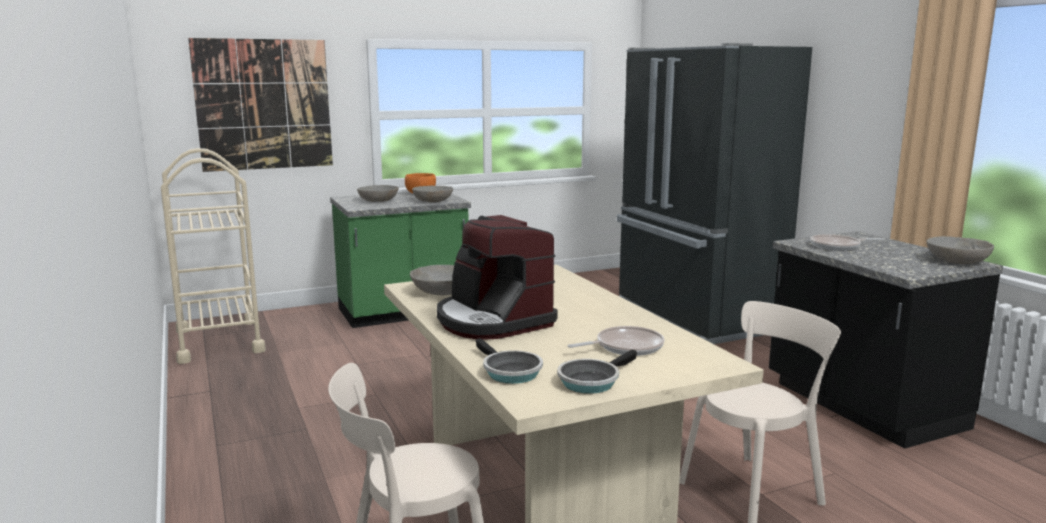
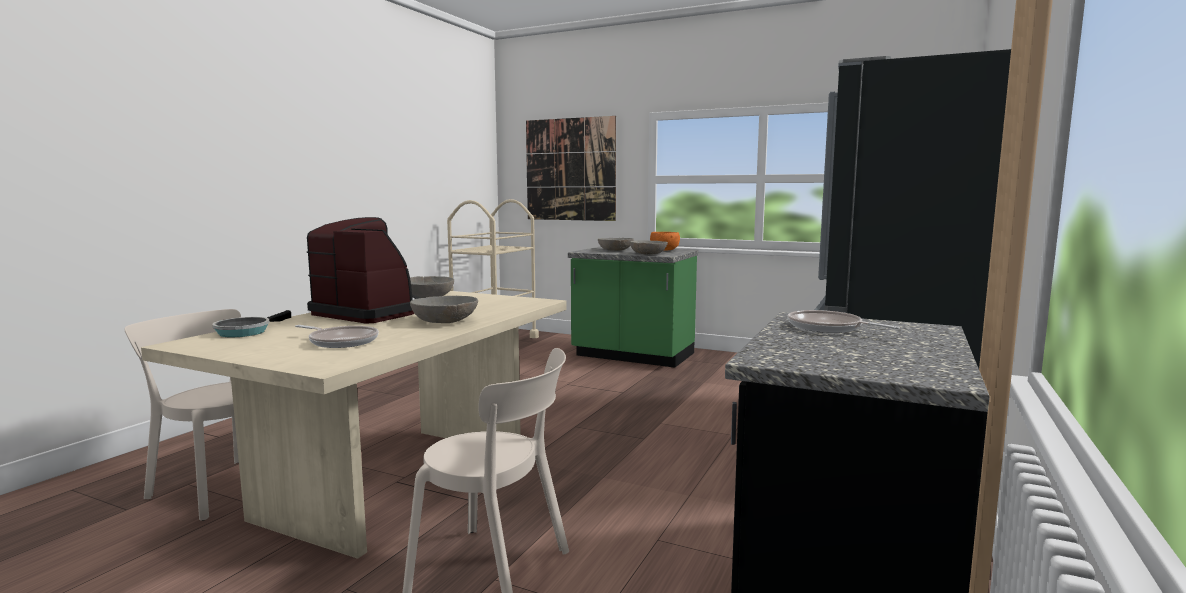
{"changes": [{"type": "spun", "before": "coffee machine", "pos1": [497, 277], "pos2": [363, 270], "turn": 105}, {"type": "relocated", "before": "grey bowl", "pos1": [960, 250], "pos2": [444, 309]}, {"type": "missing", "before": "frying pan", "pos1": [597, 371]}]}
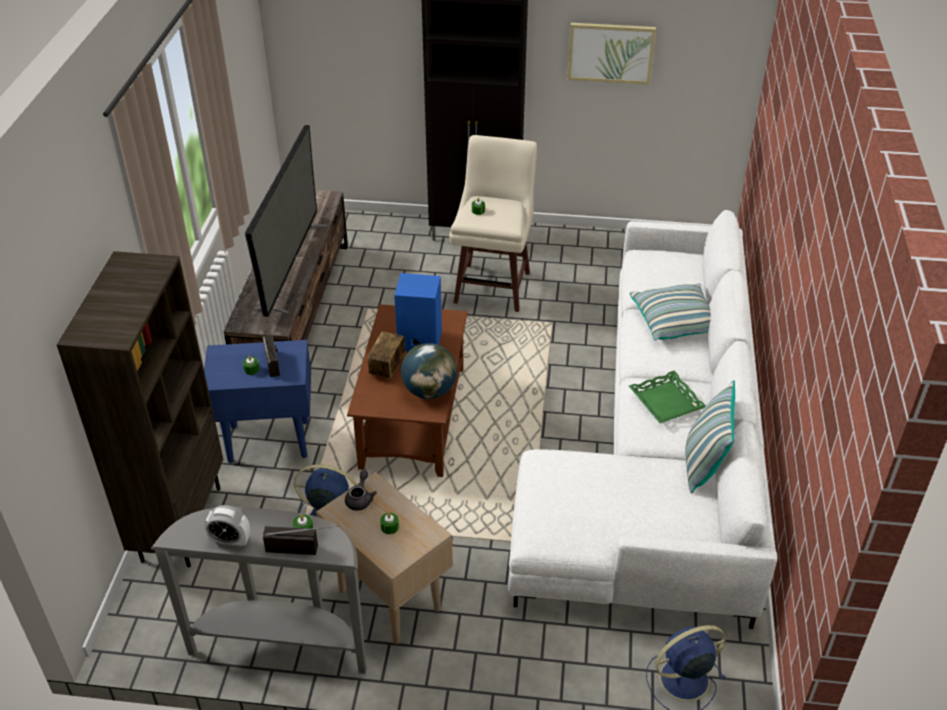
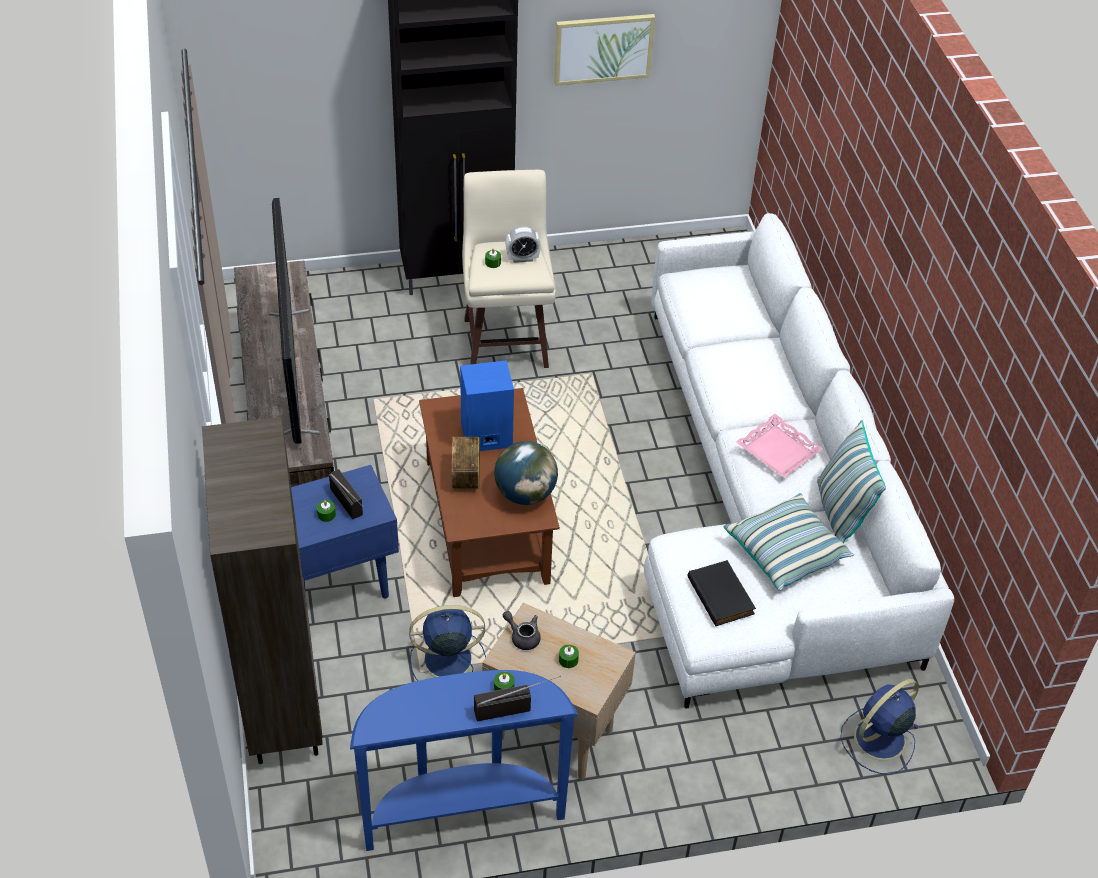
{"changes": [{"type": "relocated", "before": "pillow", "pos1": [670, 312], "pos2": [789, 542]}, {"type": "colour", "before": "green tray", "after": "pink tray", "pos1": [667, 397], "pos2": [780, 446]}, {"type": "spun", "before": "grey teapot", "pos1": [361, 490], "pos2": [522, 630], "turn": -45}, {"type": "relocated", "before": "alarm clock", "pos1": [227, 526], "pos2": [523, 244]}, {"type": "colour", "before": "grey console table", "after": "blue console table", "pos1": [259, 590], "pos2": [464, 760]}, {"type": "appeared", "after": "black book", "pos2": [721, 593]}]}
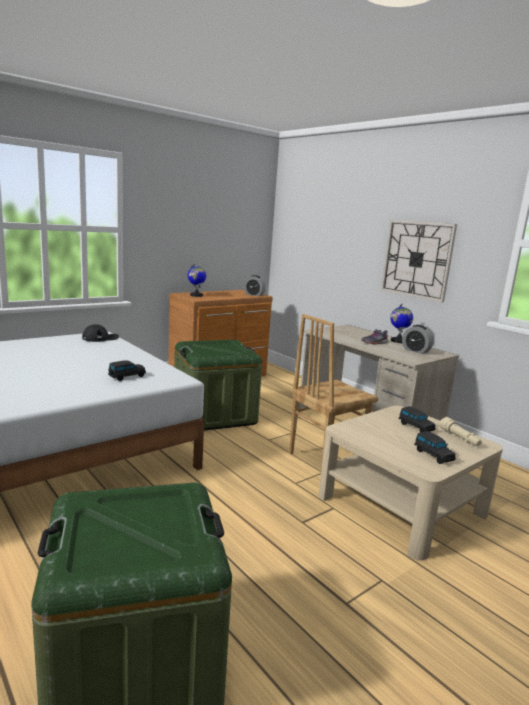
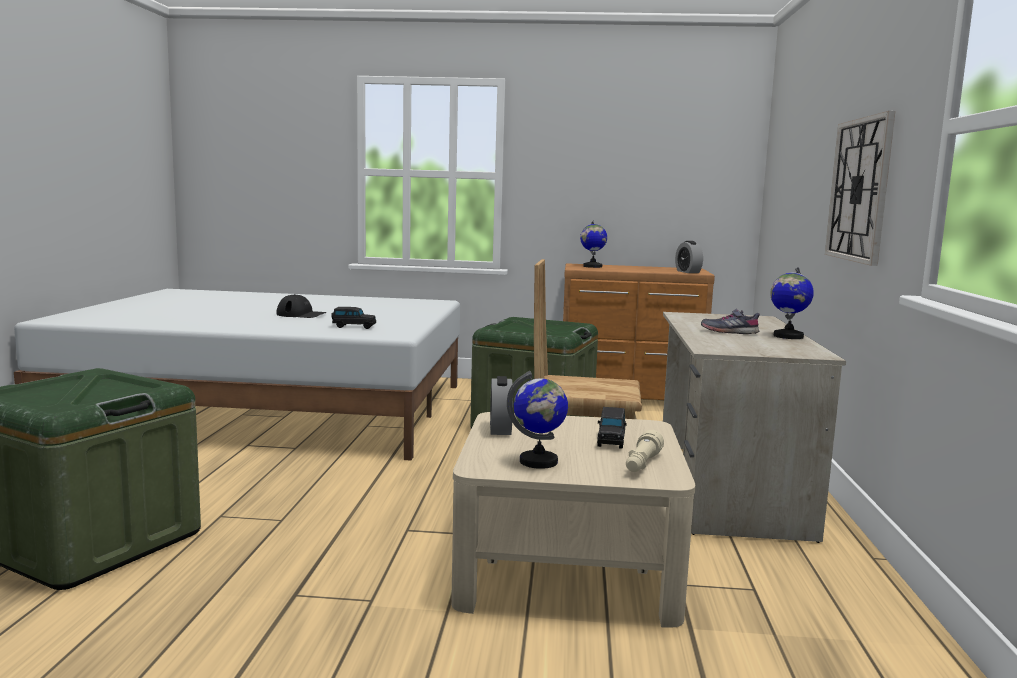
{"changes": [{"type": "relocated", "before": "black cap", "pos1": [100, 333], "pos2": [302, 306]}, {"type": "relocated", "before": "alarm clock", "pos1": [417, 339], "pos2": [501, 405]}, {"type": "exchanged", "before": "black toy car", "after": "globe", "pos1": [435, 447], "pos2": [537, 420]}]}
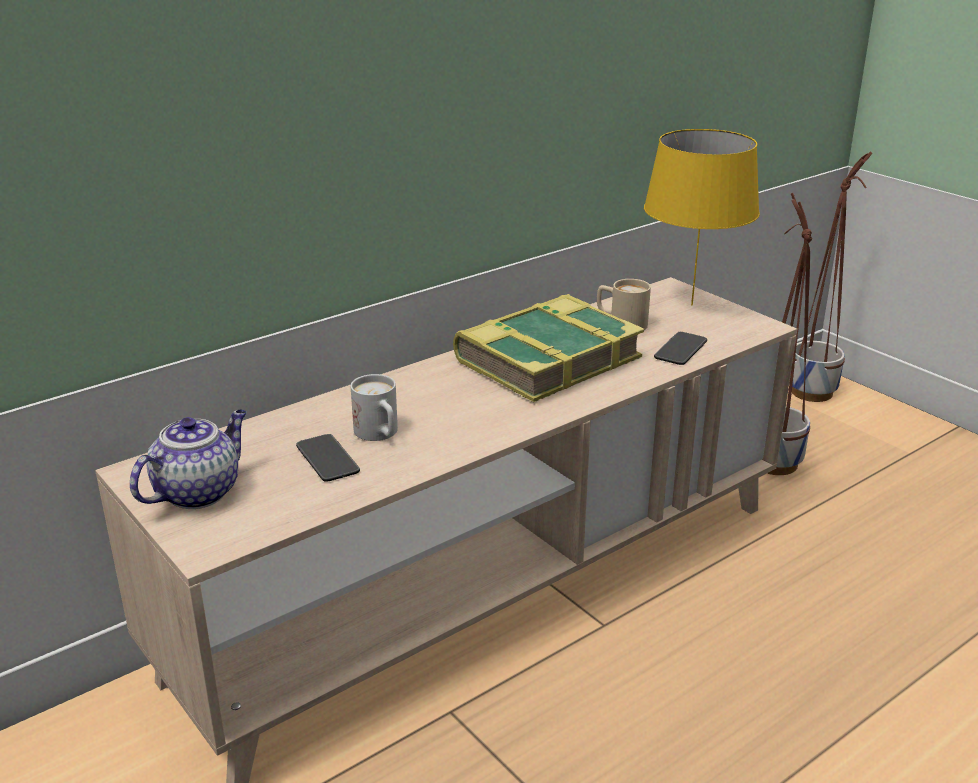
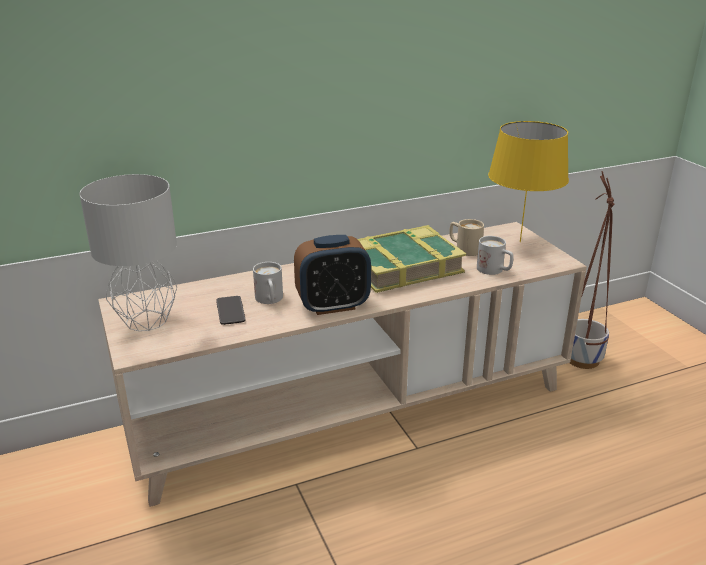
{"changes": [{"type": "missing", "before": "planter", "pos1": [830, 276]}, {"type": "exchanged", "before": "phone", "after": "white mug", "pos1": [680, 348], "pos2": [495, 255]}, {"type": "exchanged", "before": "teapot", "after": "grey table lamp", "pos1": [188, 459], "pos2": [128, 252]}, {"type": "appeared", "after": "alarm clock", "pos2": [332, 275]}]}
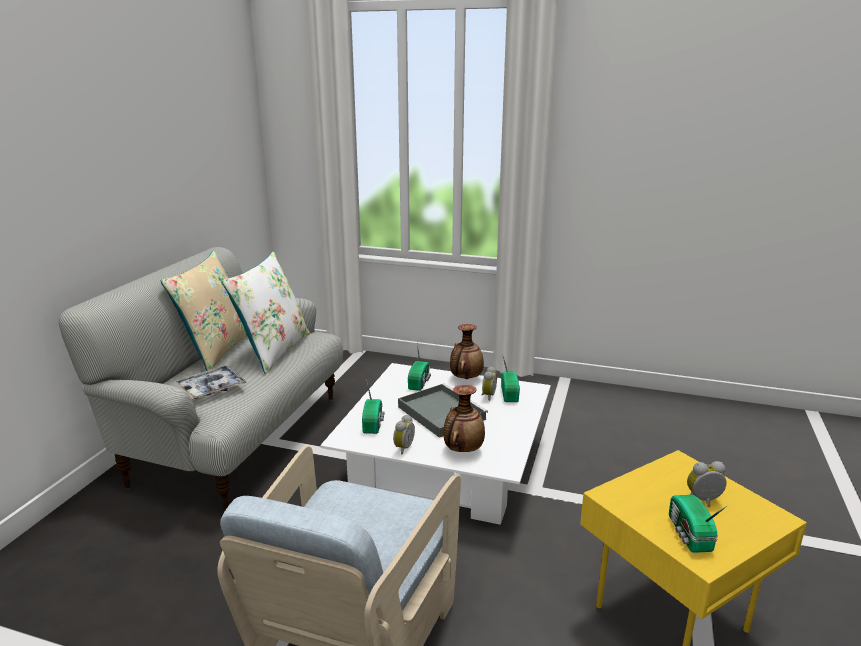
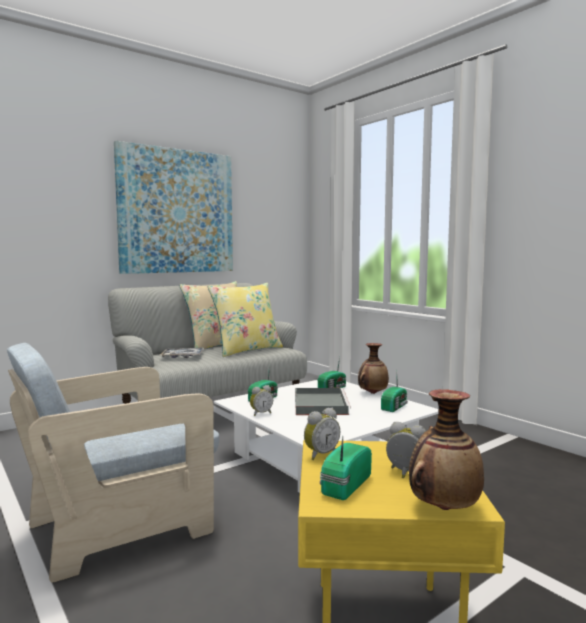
{"changes": [{"type": "colour", "before": "white pillow", "after": "yellow pillow", "pos1": [266, 313], "pos2": [245, 320]}, {"type": "relocated", "before": "alarm clock", "pos1": [489, 383], "pos2": [322, 434]}, {"type": "relocated", "before": "vase", "pos1": [464, 418], "pos2": [446, 449]}, {"type": "appeared", "after": "picture", "pos2": [173, 207]}]}
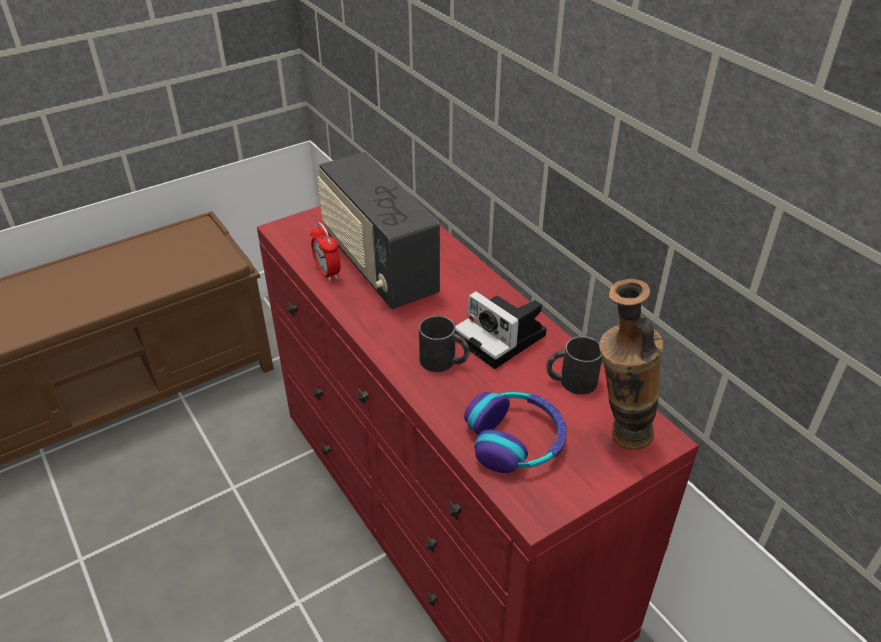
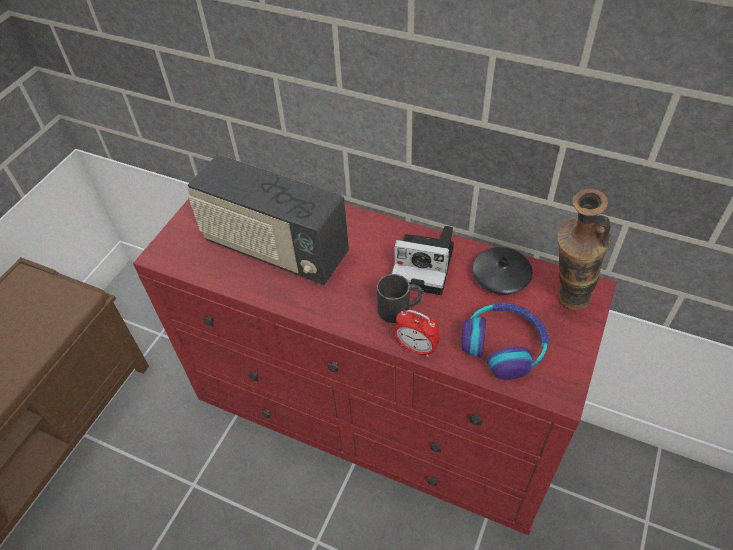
{"changes": [{"type": "relocated", "before": "alarm clock", "pos1": [325, 251], "pos2": [417, 333]}, {"type": "exchanged", "before": "black mug", "after": "black vase", "pos1": [574, 365], "pos2": [502, 271]}]}
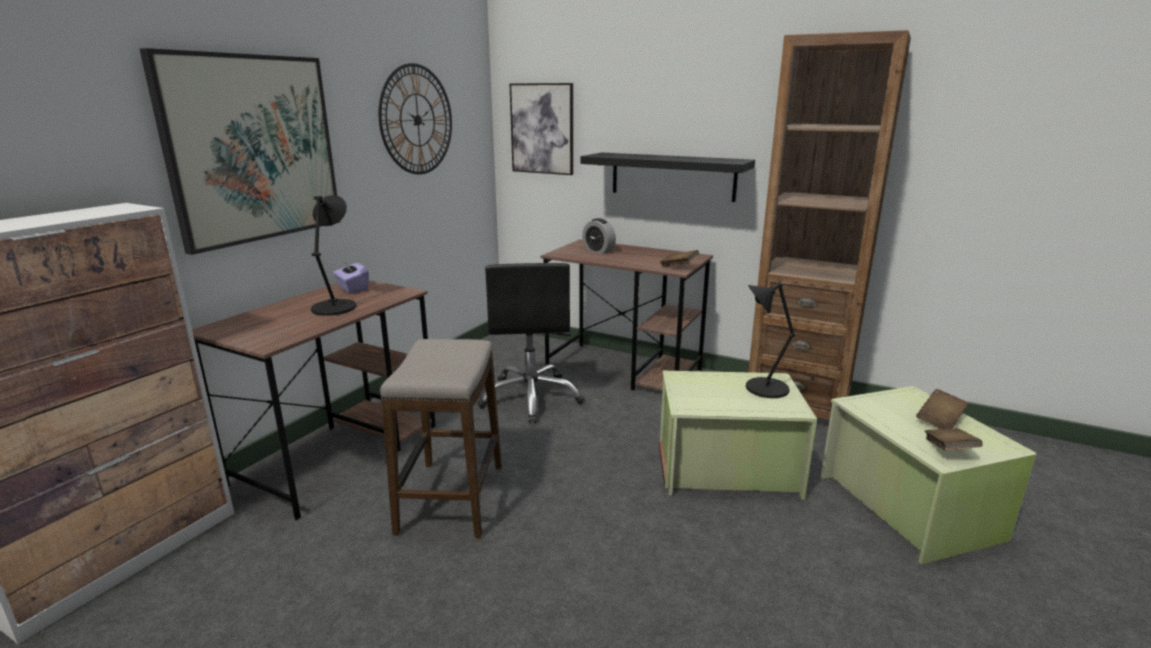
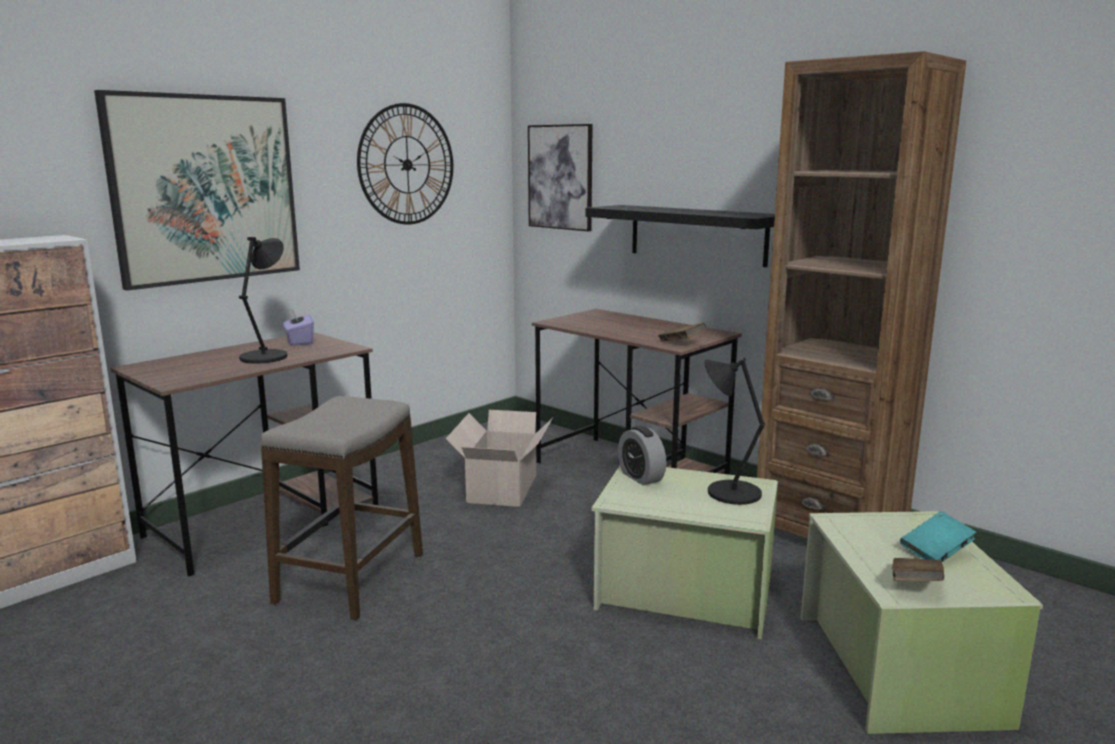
{"changes": [{"type": "relocated", "before": "alarm clock", "pos1": [599, 236], "pos2": [642, 455]}, {"type": "exchanged", "before": "black office chair", "after": "cardboard box", "pos1": [531, 343], "pos2": [499, 458]}, {"type": "colour", "before": "brown book", "after": "turquoise book", "pos1": [942, 409], "pos2": [938, 536]}]}
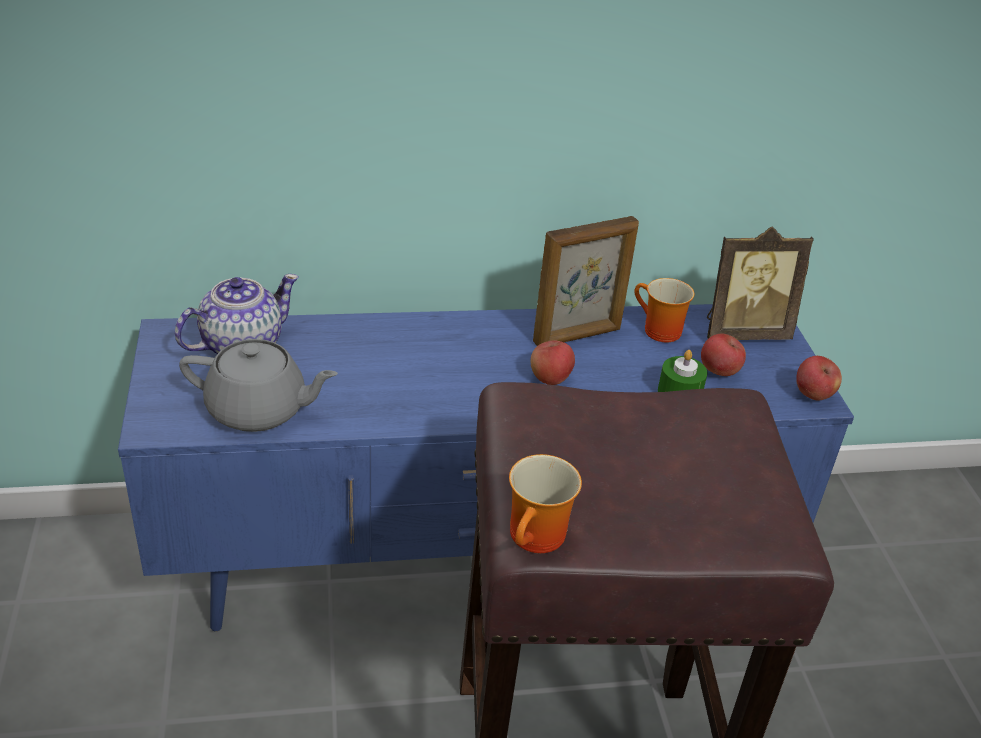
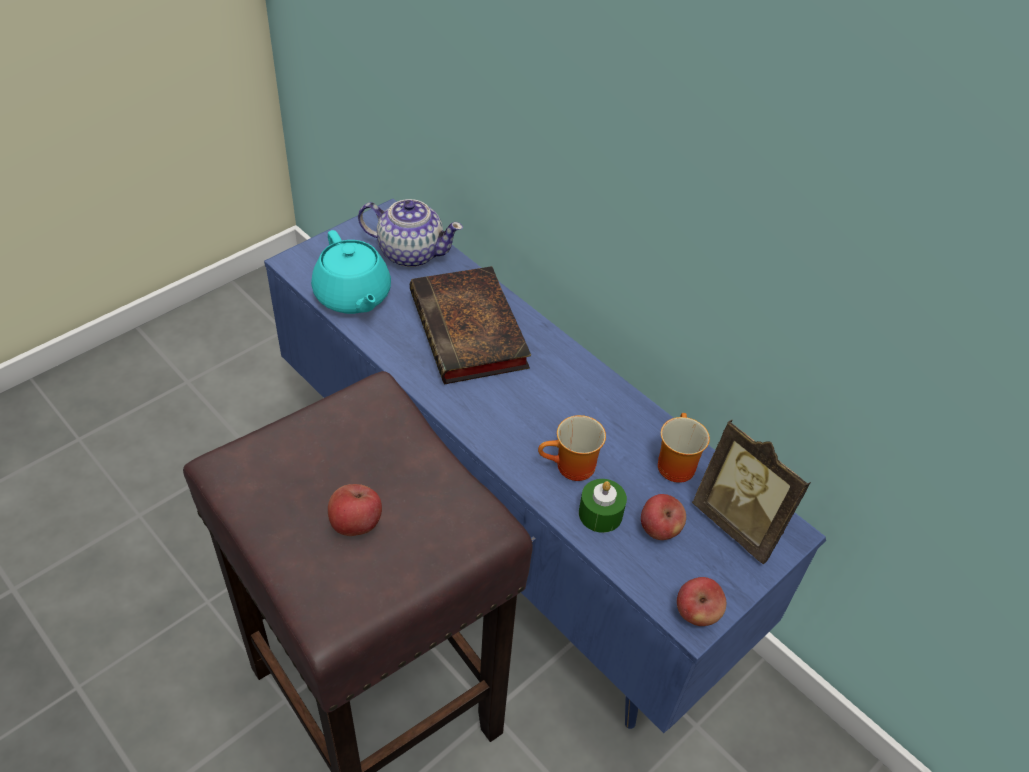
{"changes": [{"type": "missing", "before": "picture frame", "pos1": [586, 281]}, {"type": "colour", "before": "grey teapot", "after": "turquoise teapot", "pos1": [258, 385], "pos2": [351, 272]}, {"type": "relocated", "before": "apple", "pos1": [553, 362], "pos2": [355, 510]}, {"type": "relocated", "before": "mug", "pos1": [545, 503], "pos2": [572, 448]}, {"type": "appeared", "after": "book", "pos2": [470, 325]}]}
